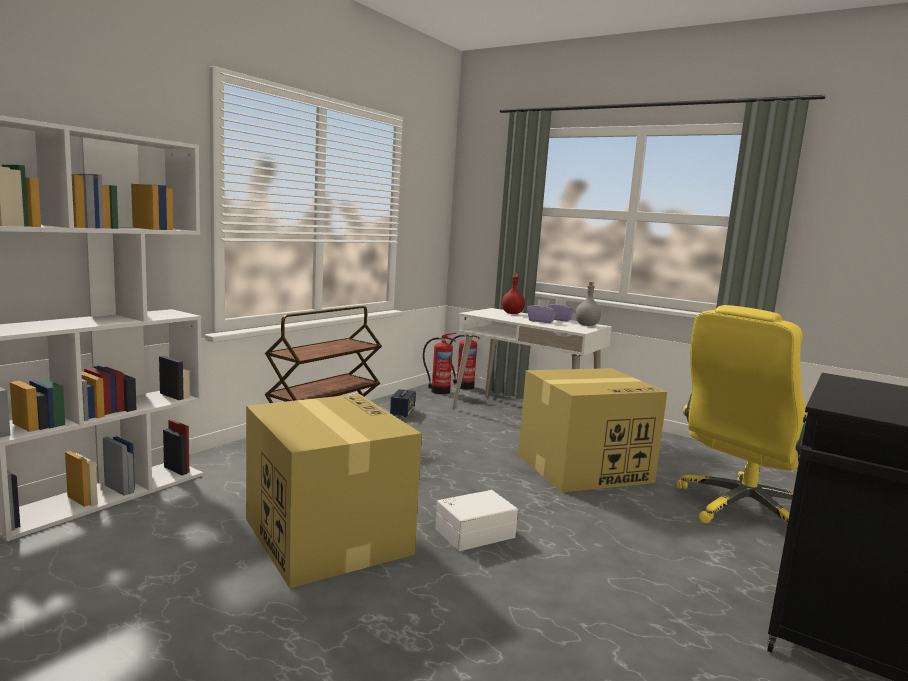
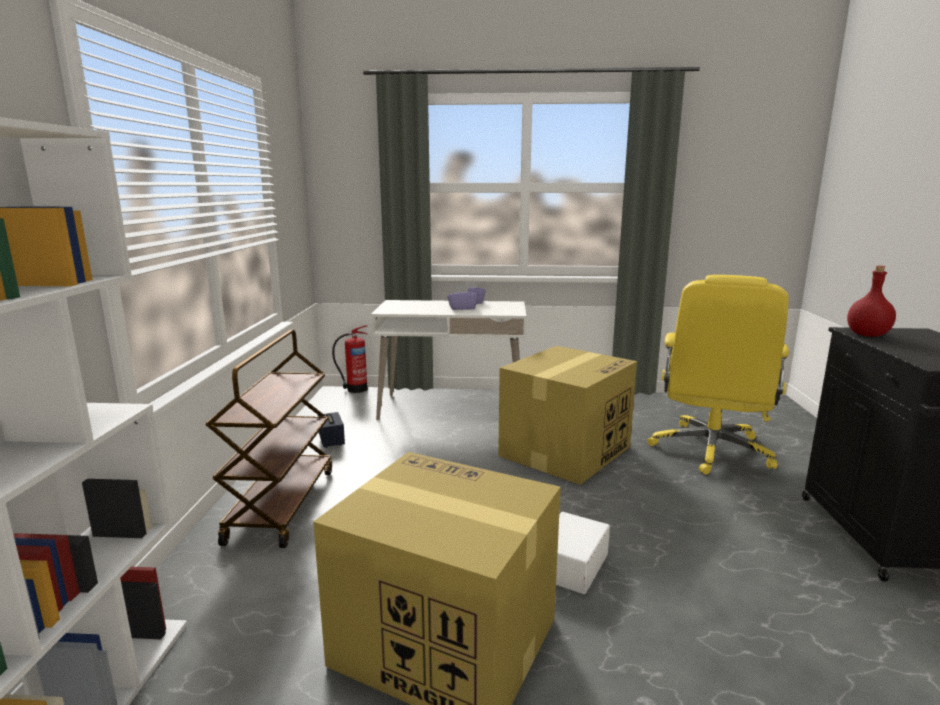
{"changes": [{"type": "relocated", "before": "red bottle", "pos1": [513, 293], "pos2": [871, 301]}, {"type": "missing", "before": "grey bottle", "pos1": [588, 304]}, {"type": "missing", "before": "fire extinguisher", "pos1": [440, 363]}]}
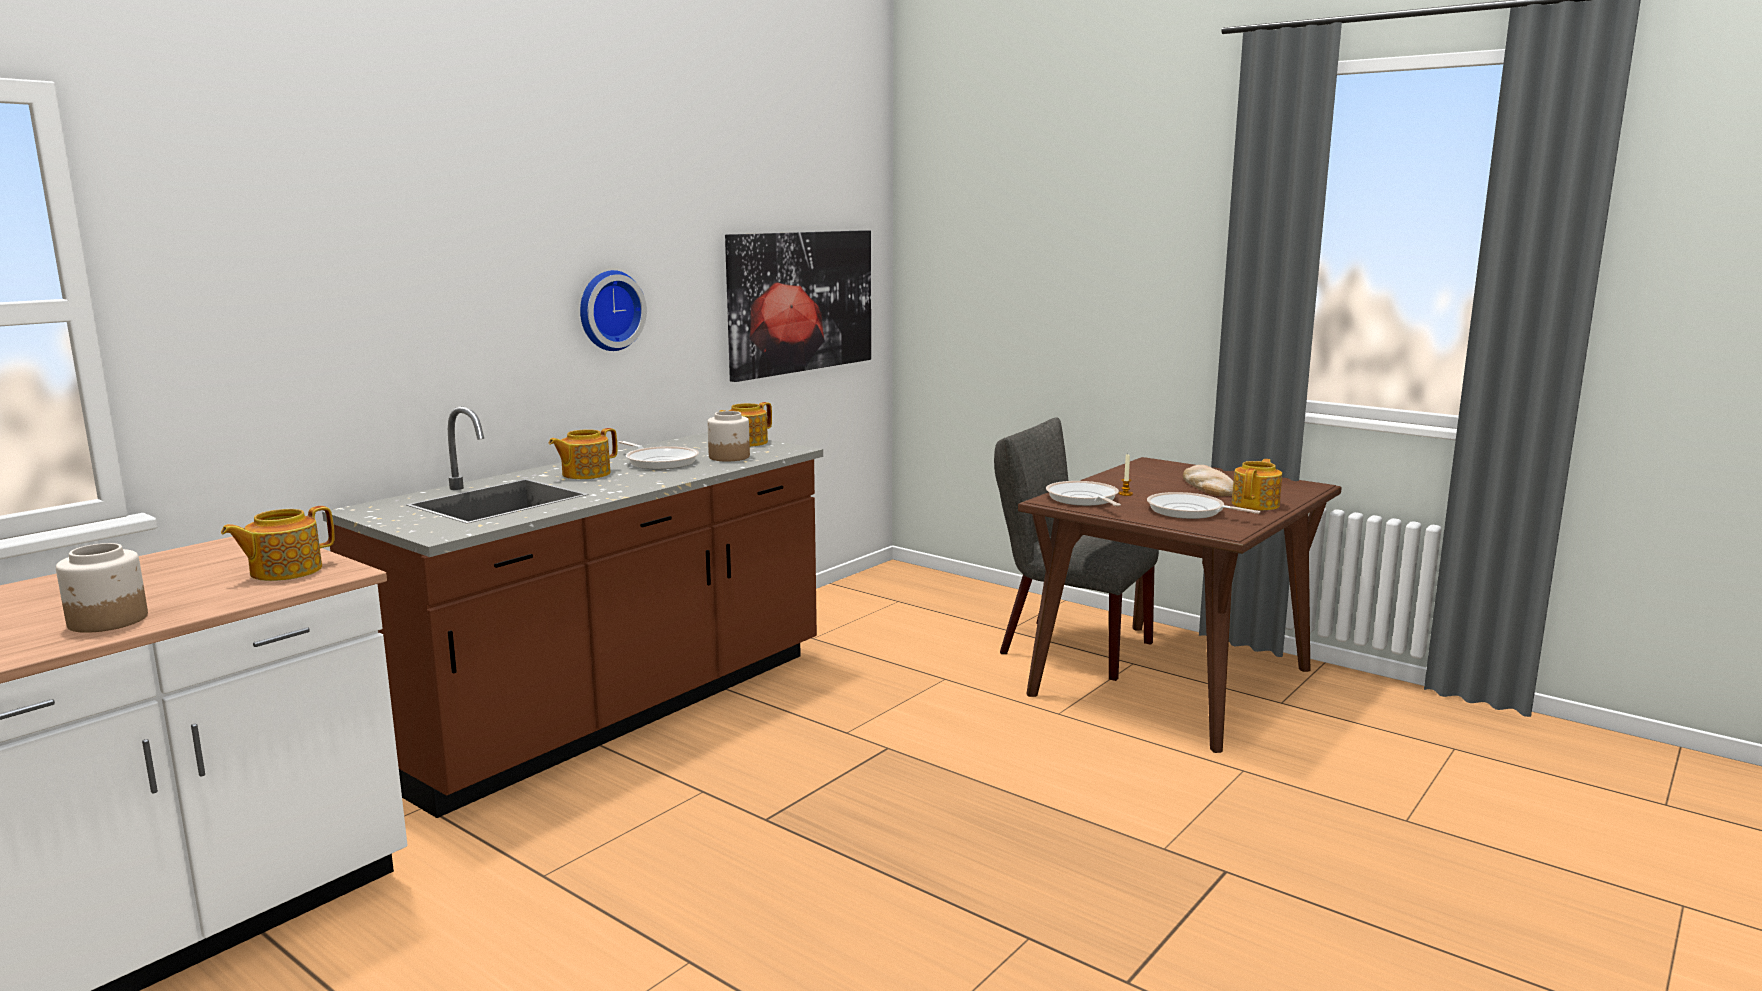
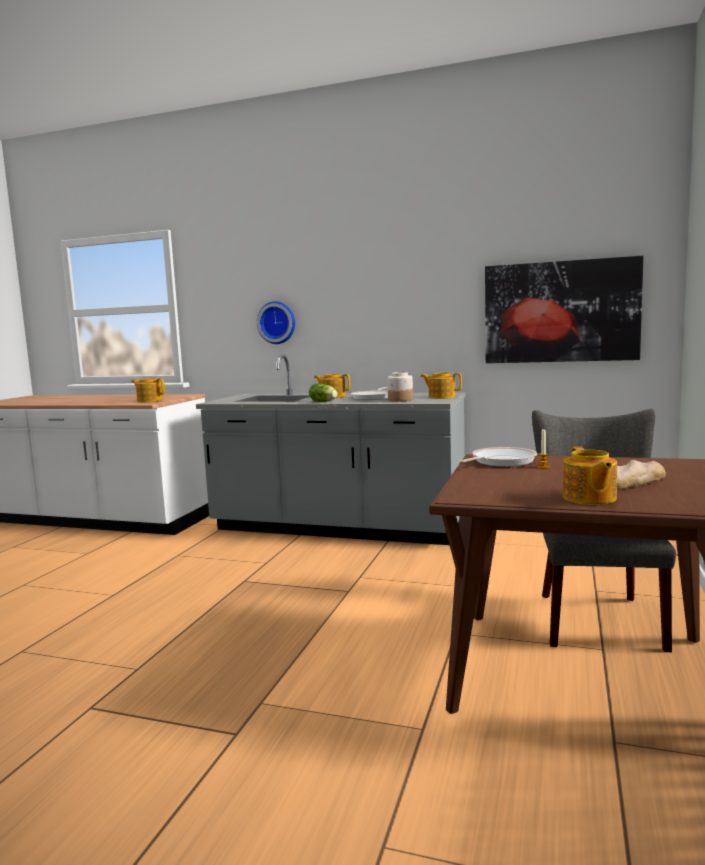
{"changes": [{"type": "relocated", "before": "wall clock", "pos1": [613, 310], "pos2": [276, 322]}, {"type": "colour", "before": "brown counter", "after": "grey counter", "pos1": [572, 612], "pos2": [330, 450]}, {"type": "spun", "before": "teapot", "pos1": [1257, 484], "pos2": [590, 476], "turn": 75}, {"type": "missing", "before": "frying pan", "pos1": [1203, 505]}, {"type": "missing", "before": "jar", "pos1": [102, 588]}, {"type": "appeared", "after": "lettuce", "pos2": [323, 392]}]}
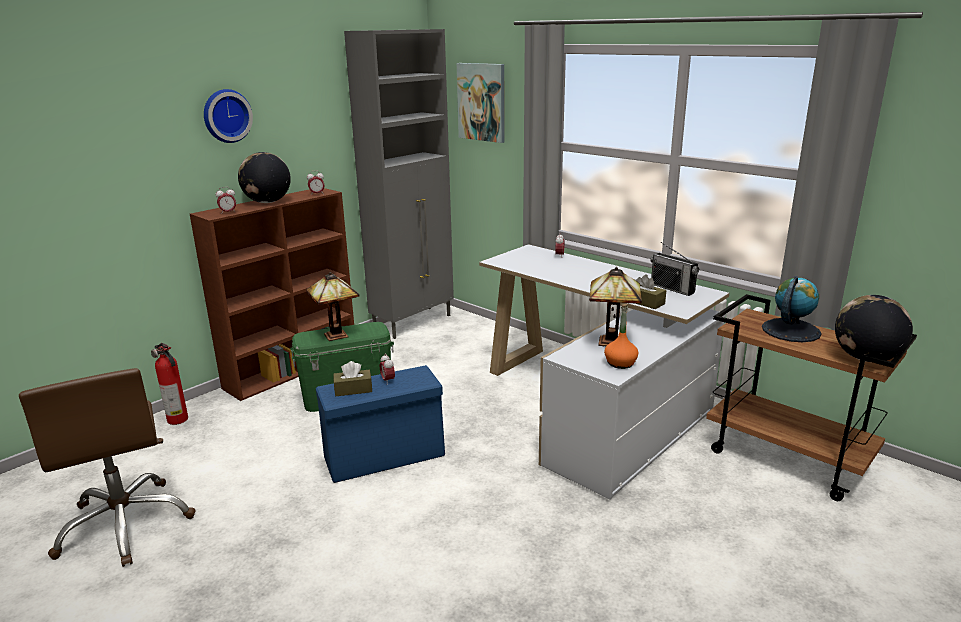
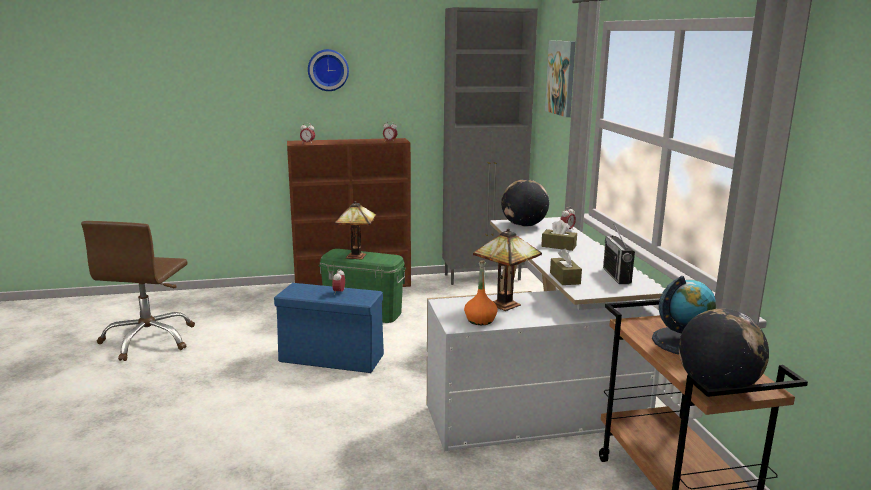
{"changes": [{"type": "relocated", "before": "globe", "pos1": [264, 177], "pos2": [525, 203]}, {"type": "missing", "before": "fire extinguisher", "pos1": [169, 384]}, {"type": "relocated", "before": "brown tissue box", "pos1": [352, 378], "pos2": [559, 235]}]}
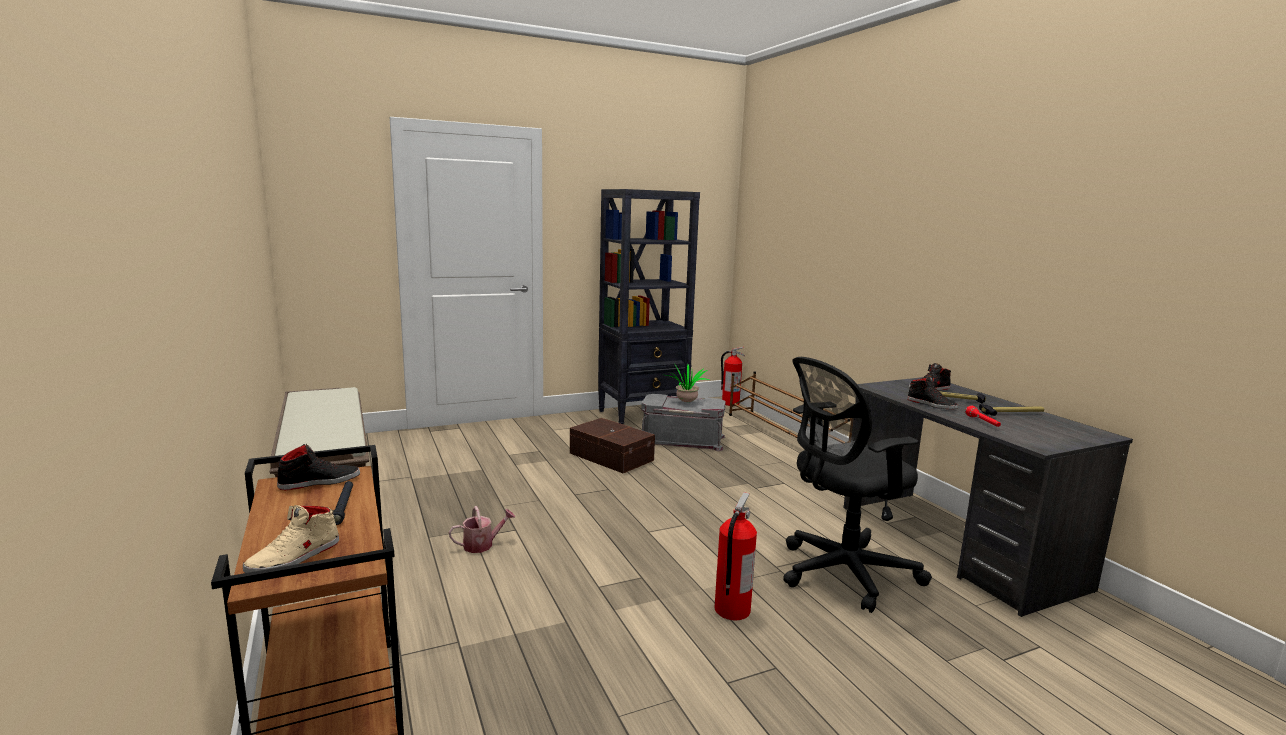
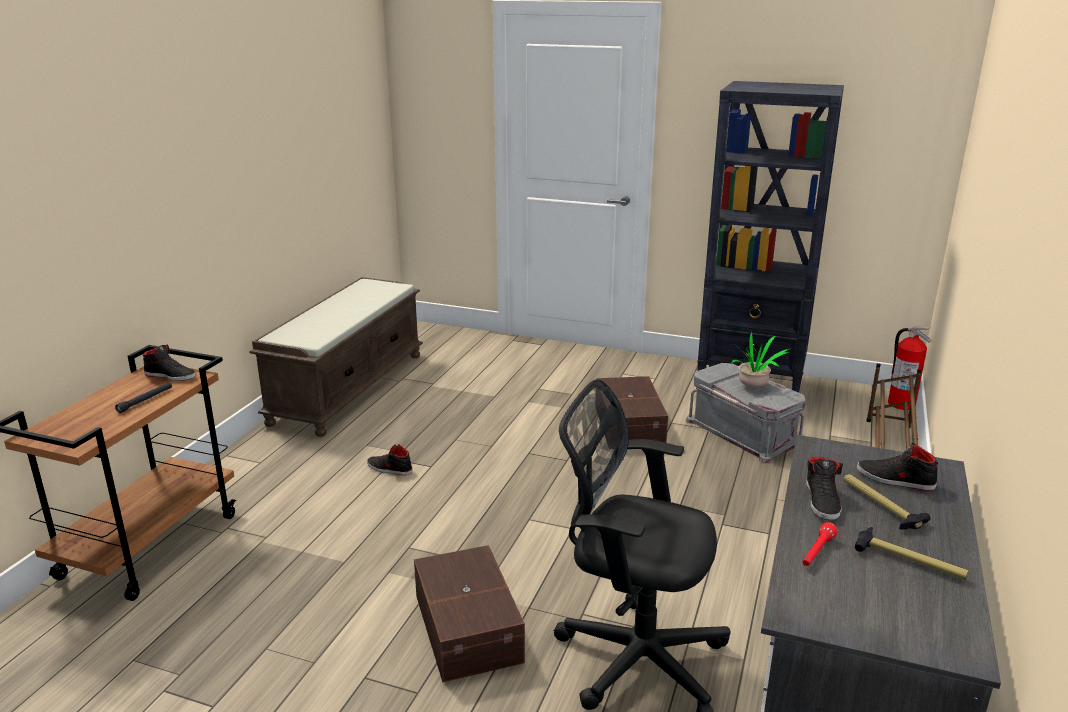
{"changes": [{"type": "exchanged", "before": "fire extinguisher", "after": "brown storage box", "pos1": [736, 556], "pos2": [469, 613]}, {"type": "missing", "before": "beige shoe", "pos1": [291, 539]}, {"type": "exchanged", "before": "watering can", "after": "black shoe", "pos1": [482, 529], "pos2": [389, 460]}]}
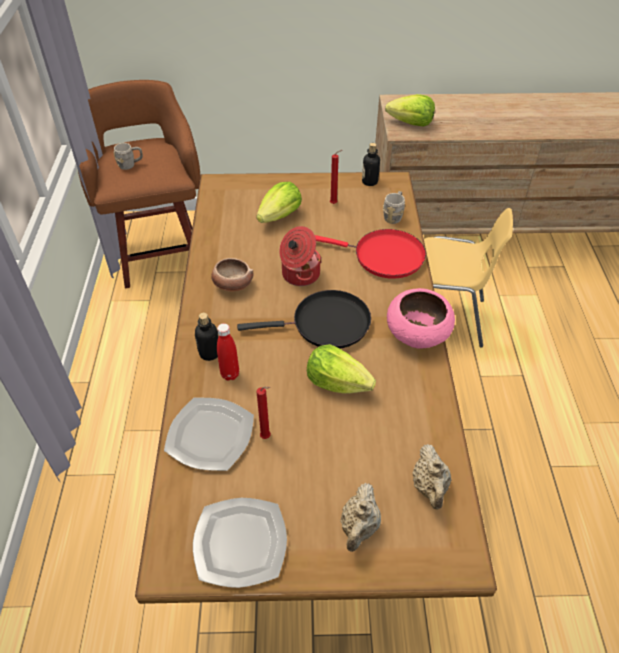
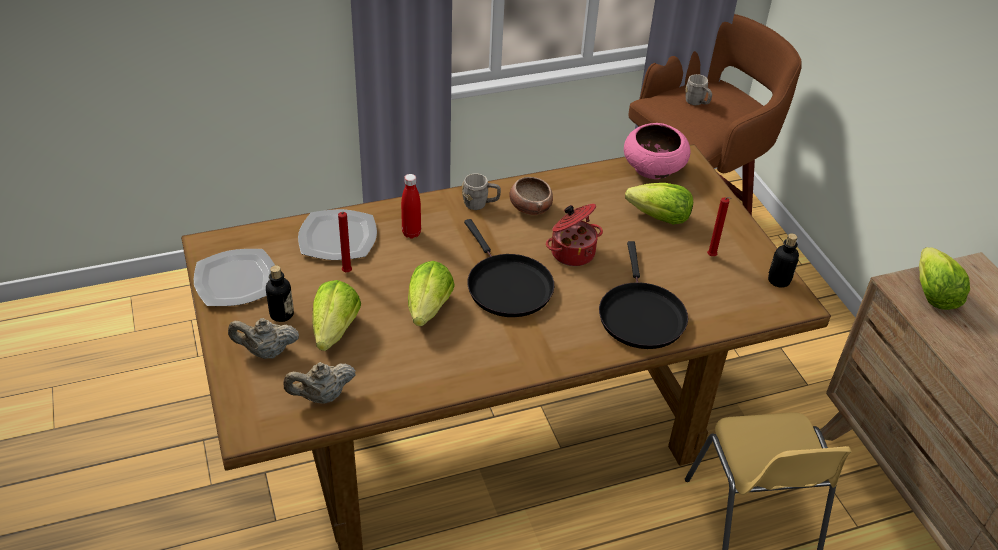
{"changes": [{"type": "relocated", "before": "grey mug", "pos1": [394, 207], "pos2": [481, 191]}, {"type": "colour", "before": "red frying pan", "after": "black frying pan", "pos1": [370, 254], "pos2": [643, 295]}, {"type": "relocated", "before": "pink bowl", "pos1": [421, 318], "pos2": [657, 151]}, {"type": "relocated", "before": "bottle", "pos1": [207, 337], "pos2": [280, 293]}, {"type": "appeared", "after": "lettuce", "pos2": [336, 315]}]}
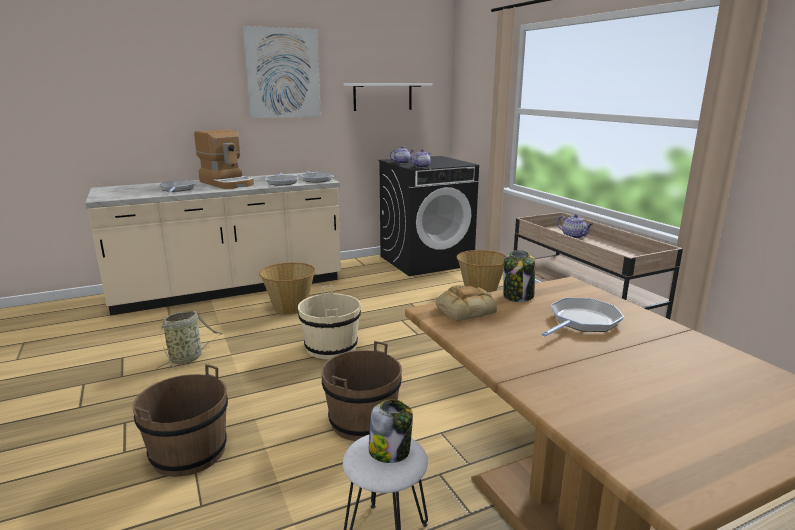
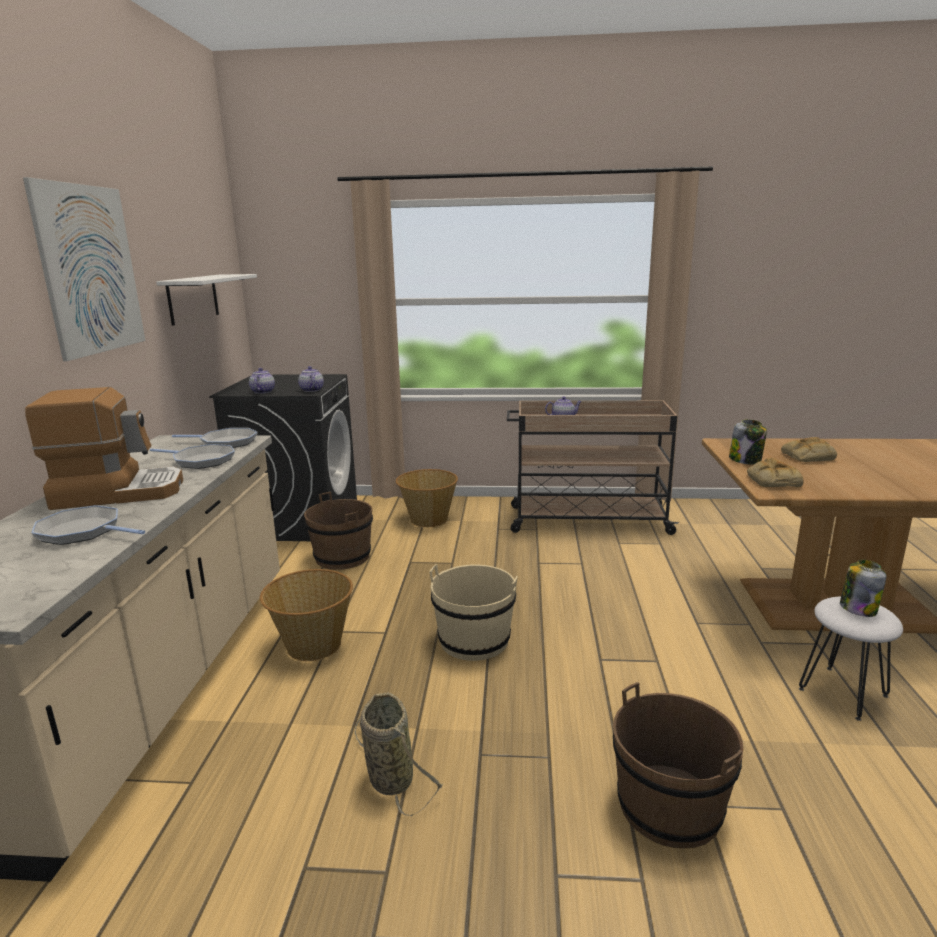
{"changes": [{"type": "exchanged", "before": "frying pan", "after": "bread", "pos1": [583, 317], "pos2": [809, 449]}, {"type": "relocated", "before": "brown bucket", "pos1": [361, 391], "pos2": [338, 531]}]}
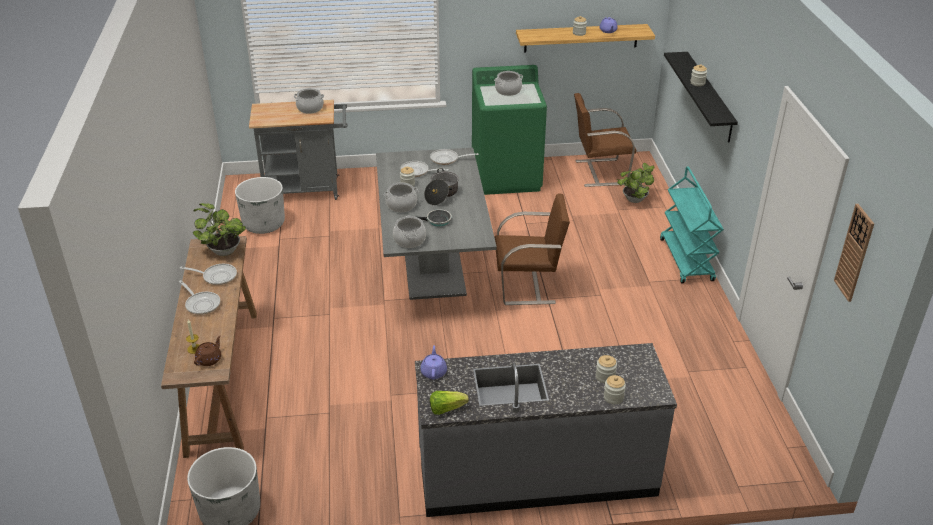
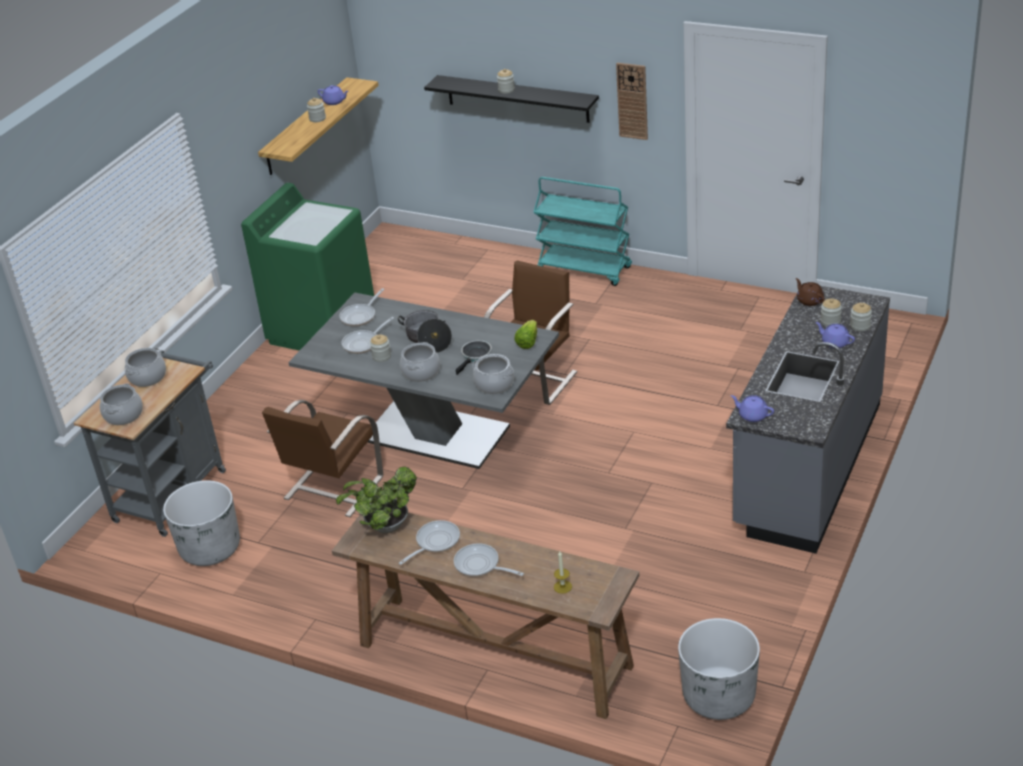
{"changes": [{"type": "relocated", "before": "cooking pot", "pos1": [508, 83], "pos2": [121, 404]}, {"type": "relocated", "before": "brown chair", "pos1": [605, 140], "pos2": [322, 458]}, {"type": "missing", "before": "potted plant", "pos1": [635, 183]}, {"type": "relocated", "before": "wall clock", "pos1": [854, 253], "pos2": [632, 101]}, {"type": "spun", "before": "frying pan", "pos1": [199, 297], "pos2": [489, 560], "turn": -135}, {"type": "relocated", "before": "brown teapot", "pos1": [207, 350], "pos2": [810, 292]}, {"type": "relocated", "before": "lettuce", "pos1": [449, 403], "pos2": [526, 334]}, {"type": "appeared", "after": "purple teapot", "pos2": [835, 335]}]}
